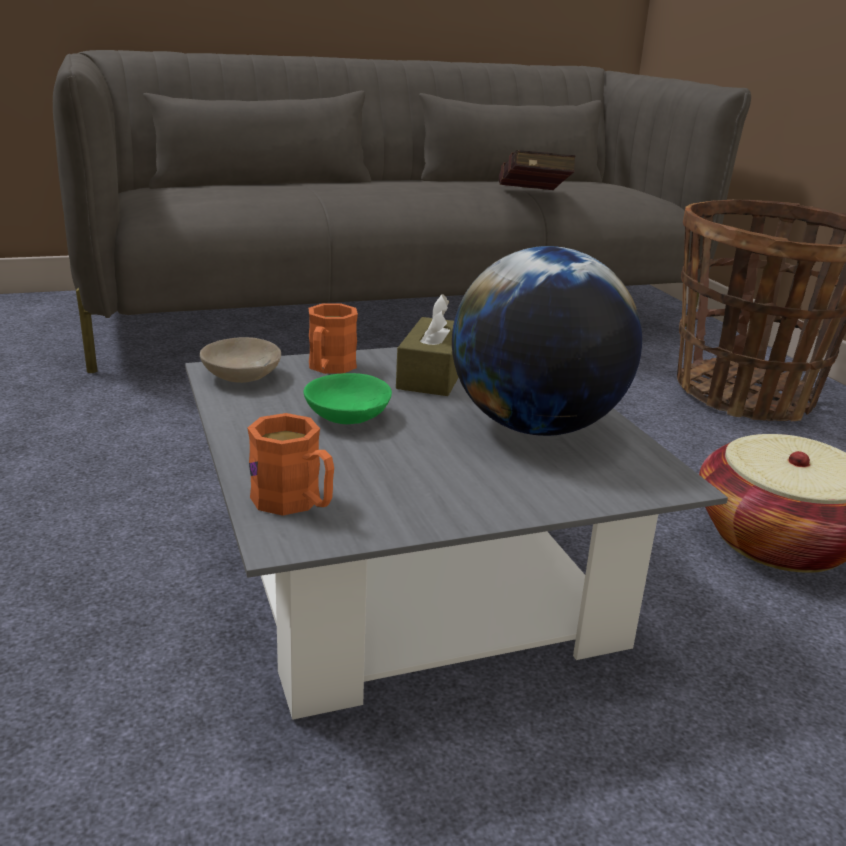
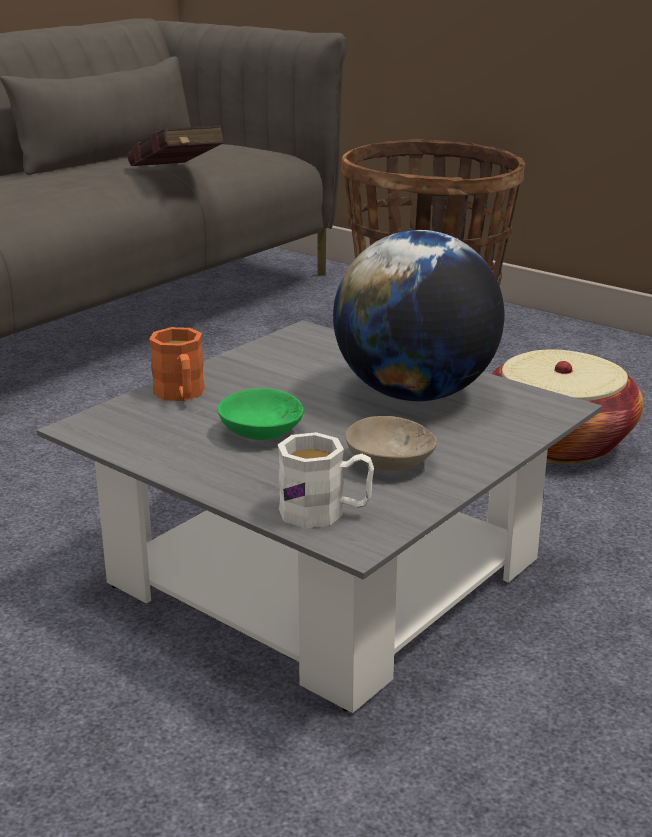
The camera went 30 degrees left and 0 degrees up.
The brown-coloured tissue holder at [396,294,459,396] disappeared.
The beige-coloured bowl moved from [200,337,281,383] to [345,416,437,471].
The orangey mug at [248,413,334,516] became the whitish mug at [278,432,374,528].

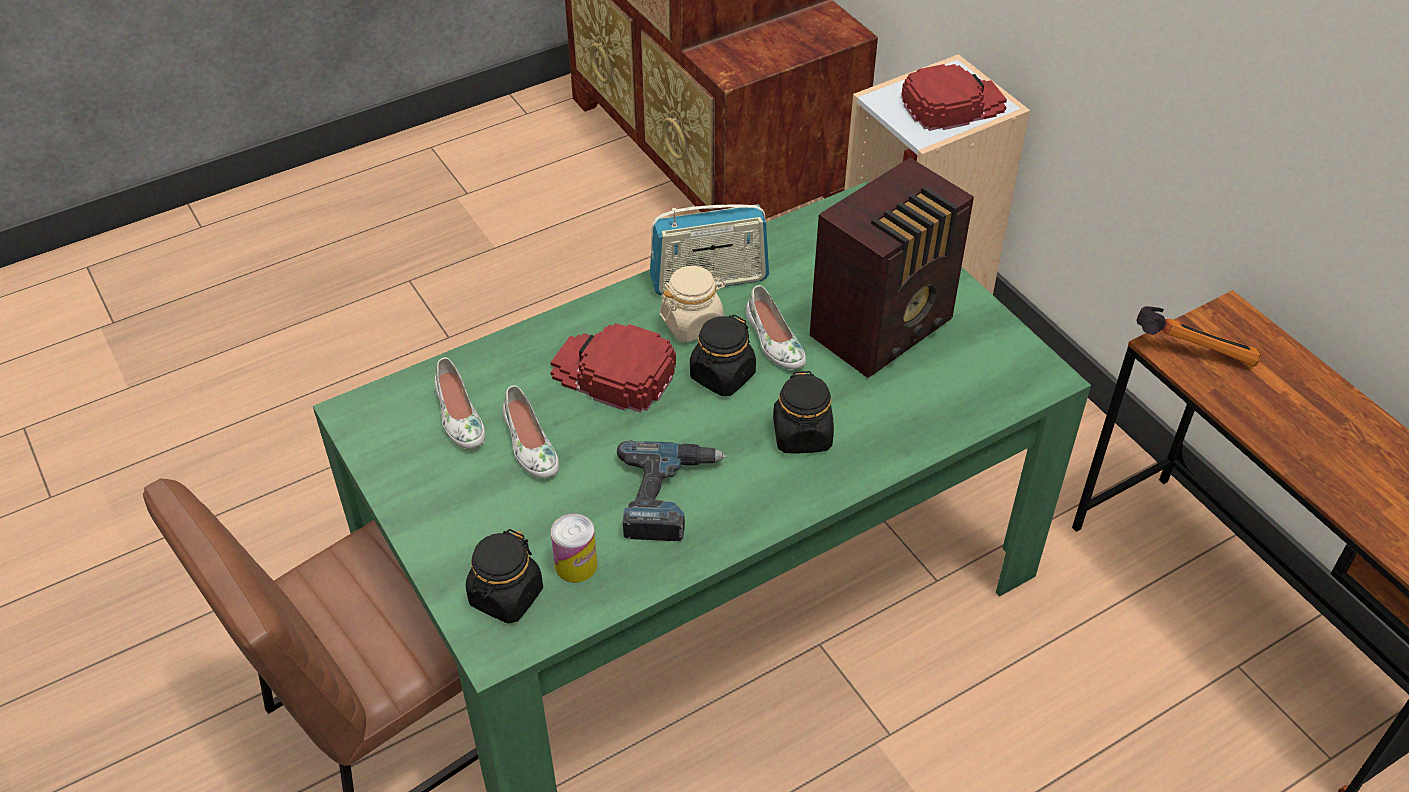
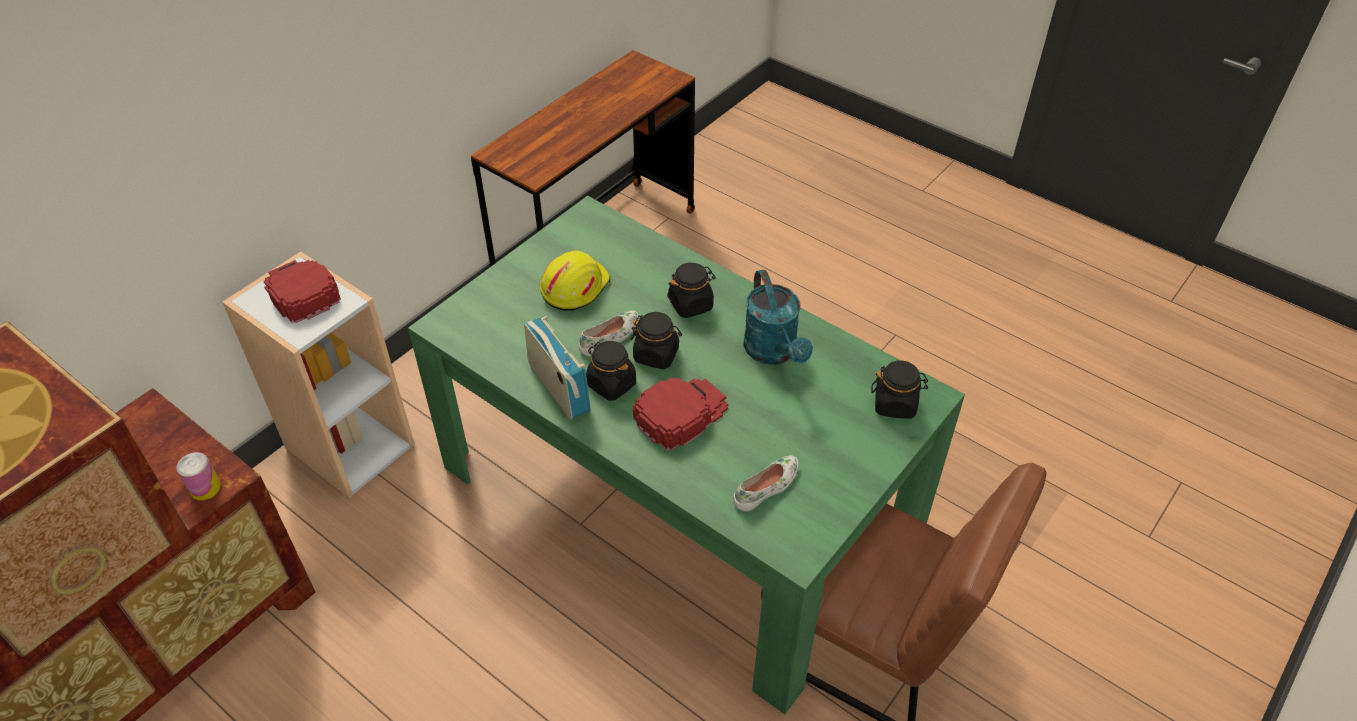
The camera went 110 degrees left and 0 degrees up.
The radio set at [810,158,974,378] was replaced by the yellow safety helmet at [540,251,611,311].
The beige-coloured storage jar at [660,266,726,343] became the blackish storage jar at [586,341,636,401].
The tool hammer at [1136,306,1261,366] disappeared.
The reddish baseball cap at [550,323,676,413] turned 135 degrees counterclockwise.
The whitish item of footwear at [503,385,559,478] disappeared.
The electric drill at [617,440,727,541] was replaced by the turquoise sprinkling can at [743,270,813,365].
The can moved from [551,513,598,583] to [176,452,221,501].

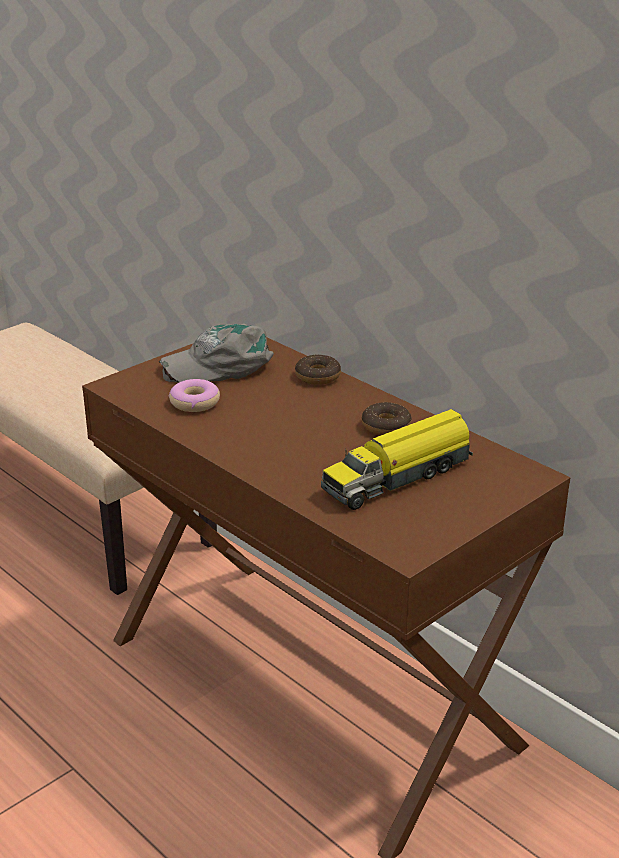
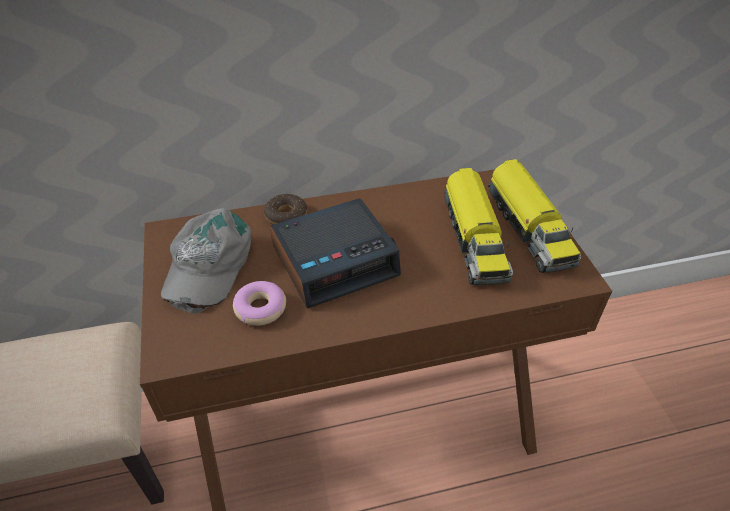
The camera went 60 degrees left and 15 degrees up.
The donut at [362,402,412,435] disappeared.
The model truck at [488,159,581,273] appeared.
The table clock at [270,198,401,308] appeared.

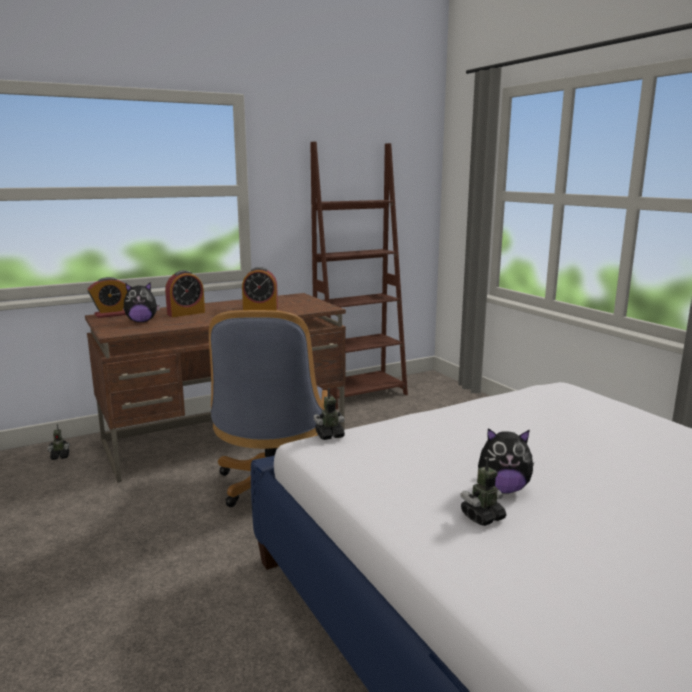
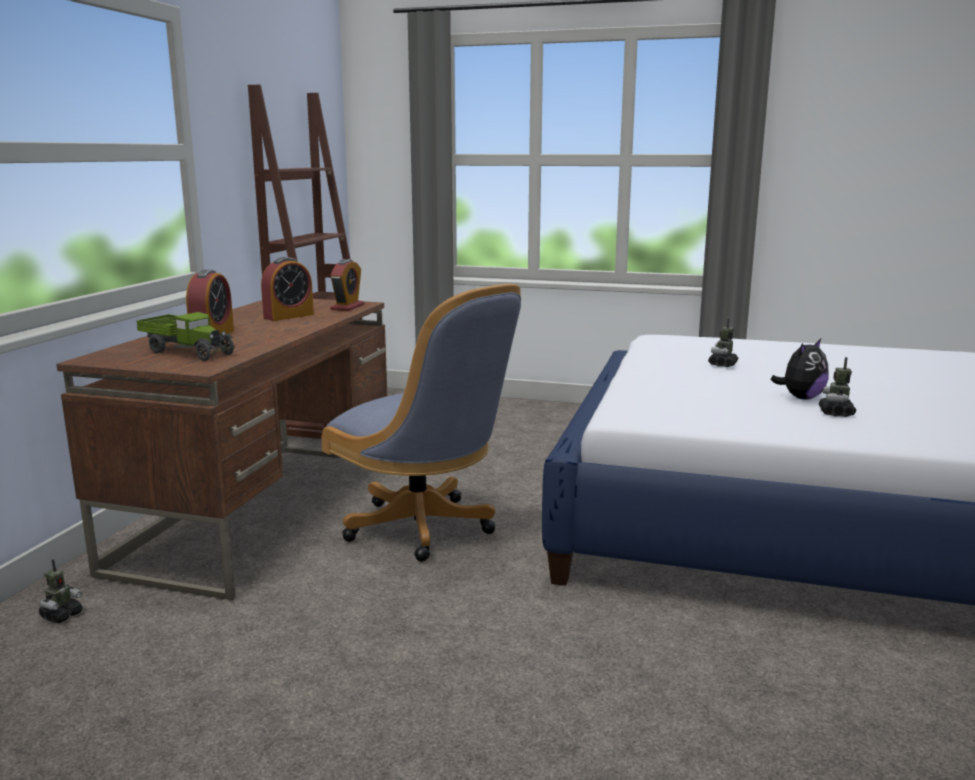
The camera went 45 degrees left and 0 degrees up.
The table clock moved from [88,277,127,318] to [330,259,364,311].
The plush toy at [124,283,160,322] was replaced by the model truck at [137,312,235,361].
The model robot moved from [313,388,345,440] to [708,318,738,367].

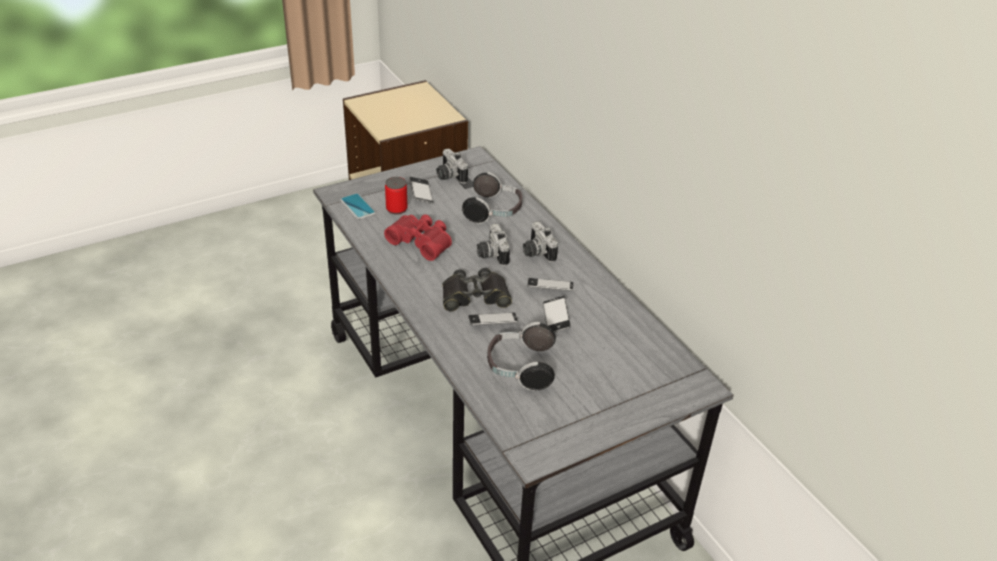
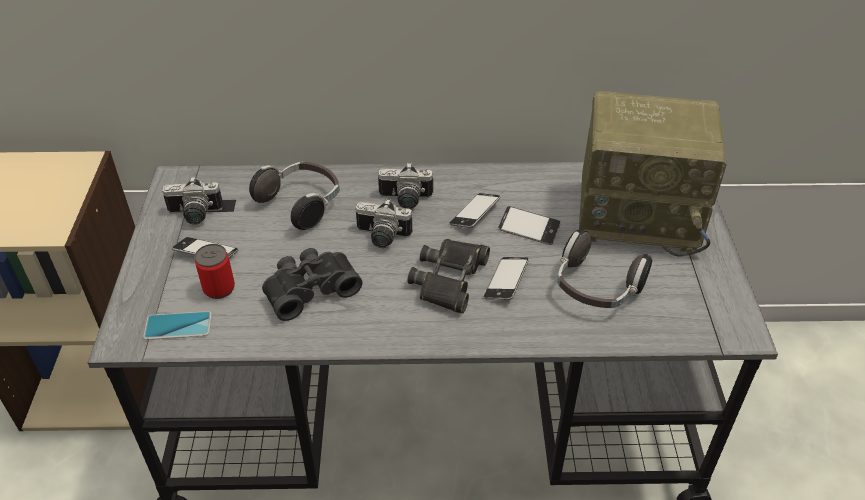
The camera went 60 degrees left and 5 degrees up.
The reddish field glasses at [384,214,452,261] became the blackish field glasses at [262,248,363,321].
The radio set at [579,91,727,257] appeared.

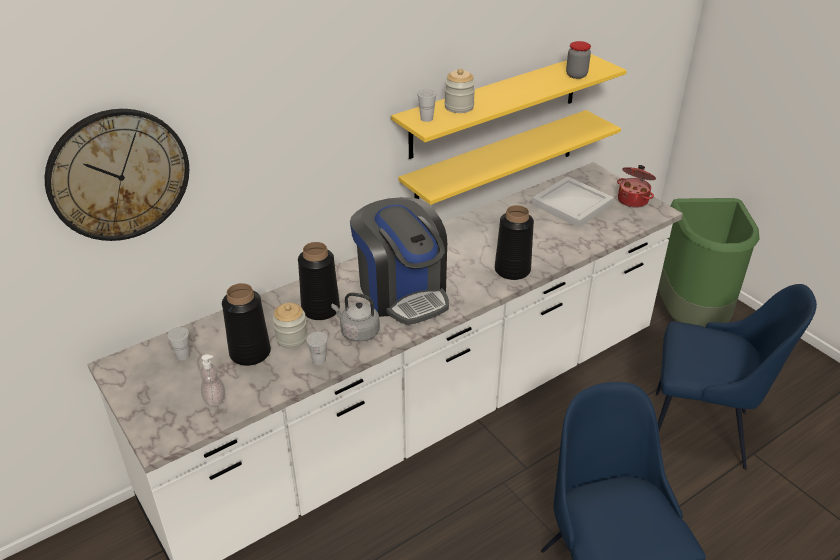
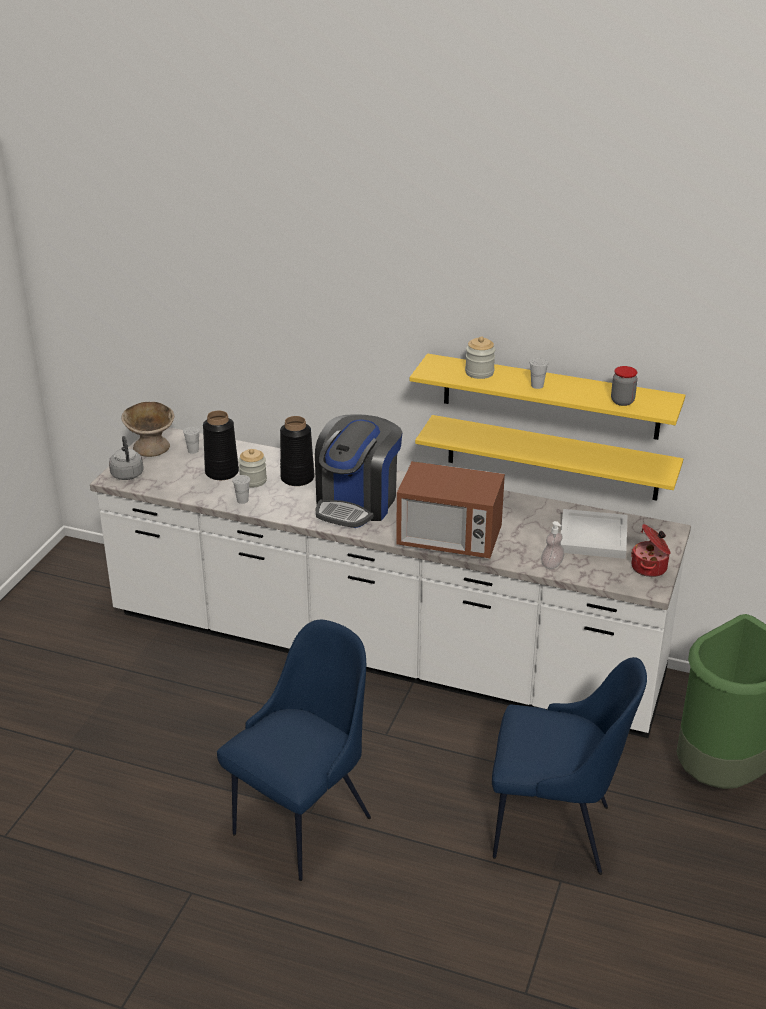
The camera went 55 degrees right and 5 degrees down.
The whitish drinking cup moved from [417,89,437,122] to [529,358,549,389].
The hanging clock at [45,109,189,241] disappeared.
The blackish decorative vase at [495,205,534,280] was replaced by the kitchen microwave at [396,461,505,558].
The blue-coloured chair at [656,284,817,470] turned 60 degrees counterclockwise.
The greyish kettle moved from [331,292,380,342] to [109,436,144,480].
The liquid soap bottle moved from [201,354,225,407] to [541,521,564,569].
The beige-coloured bowl at [121,402,174,457] appeared.

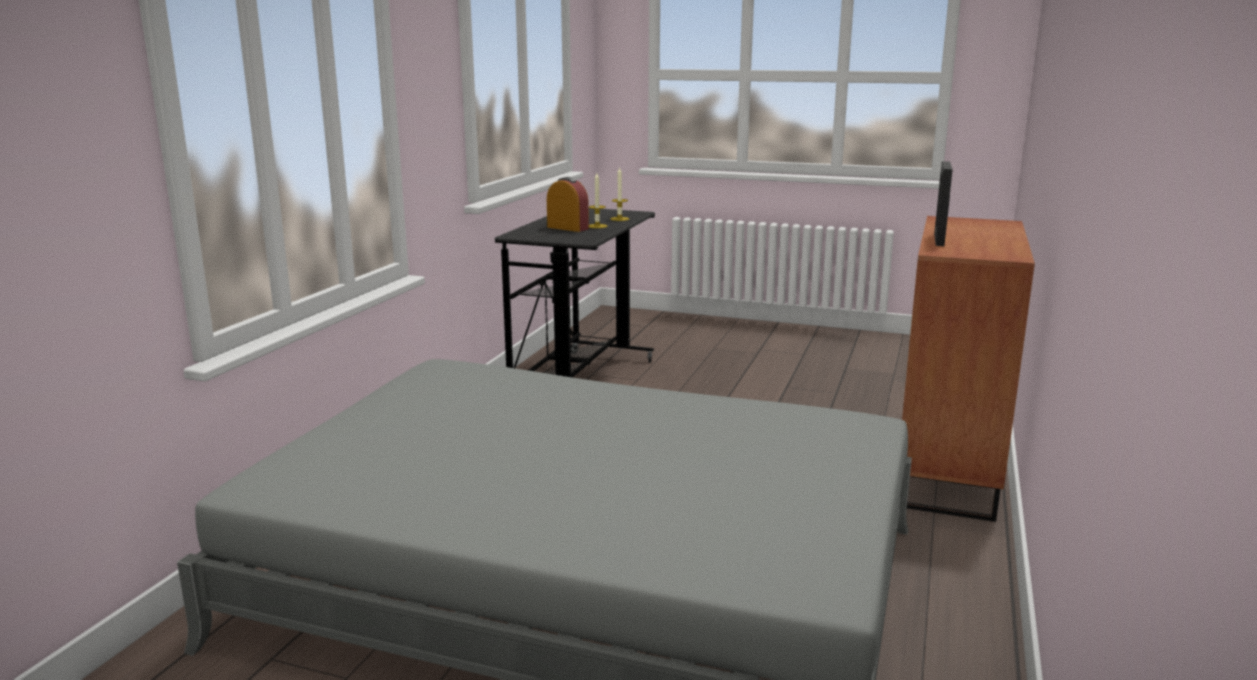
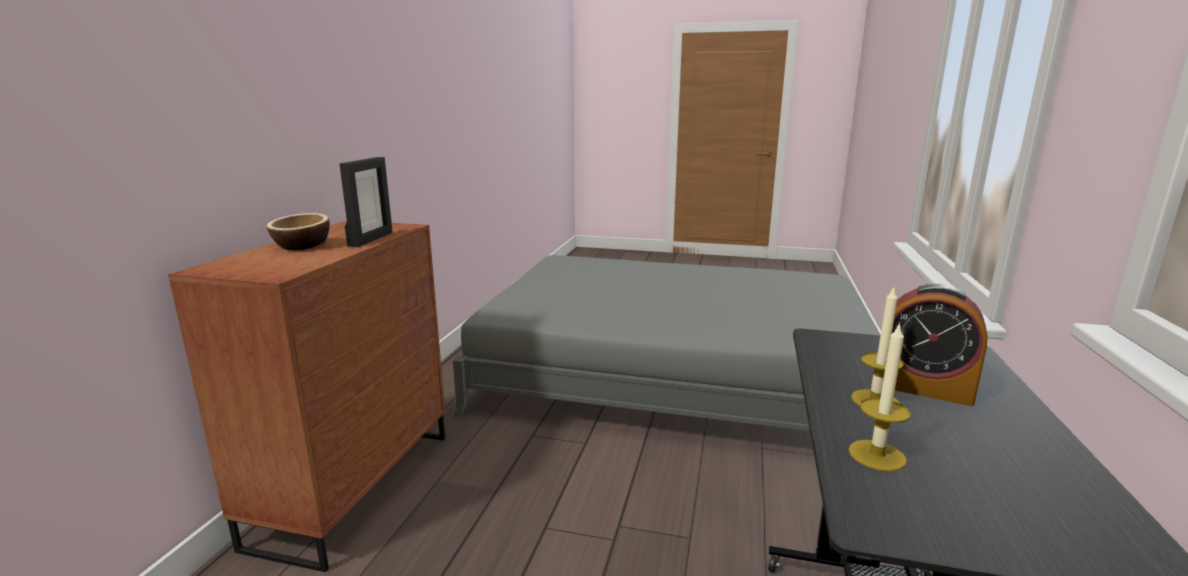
The camera went 175 degrees right and 0 degrees up.
The bowl at [266,213,330,250] appeared.

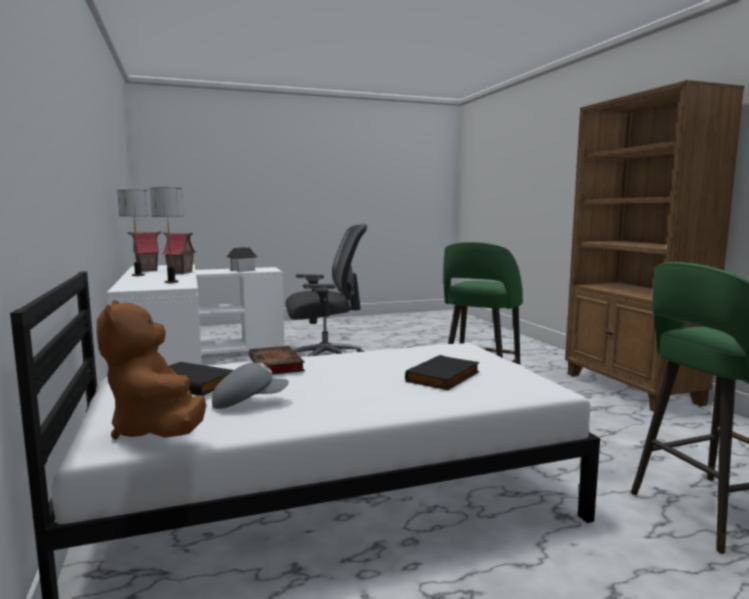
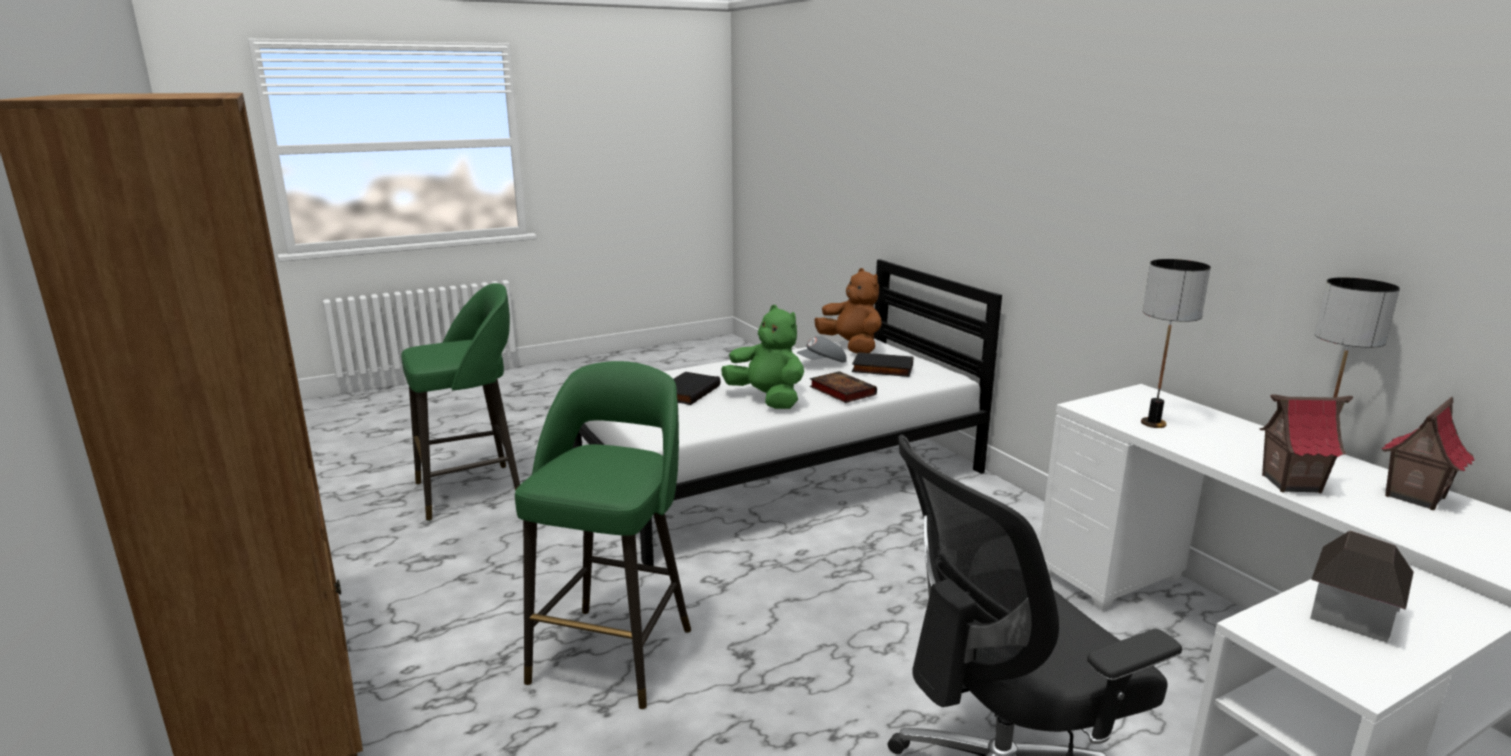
The camera went 170 degrees right and 10 degrees up.
The green plush toy at [721,305,804,409] appeared.

